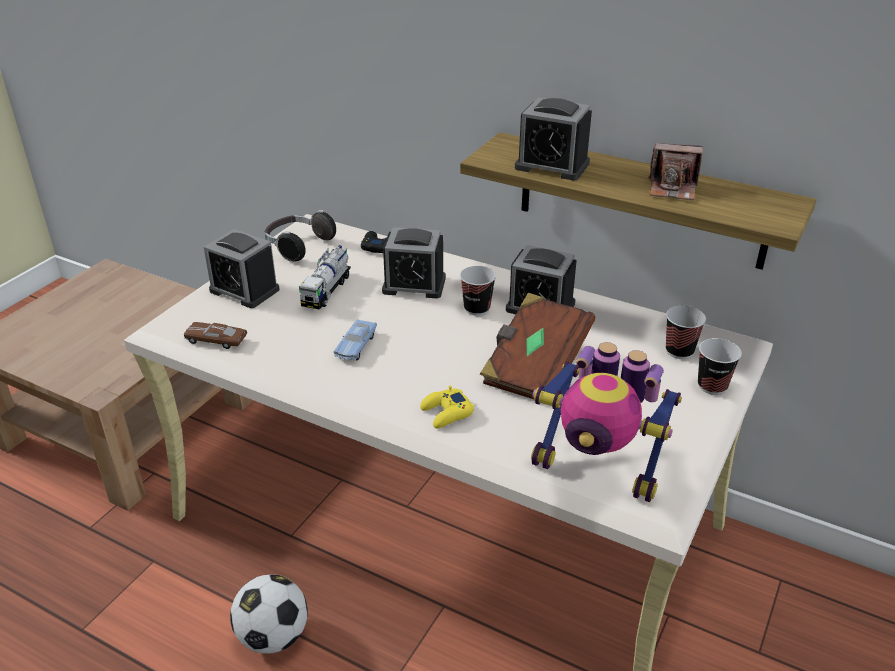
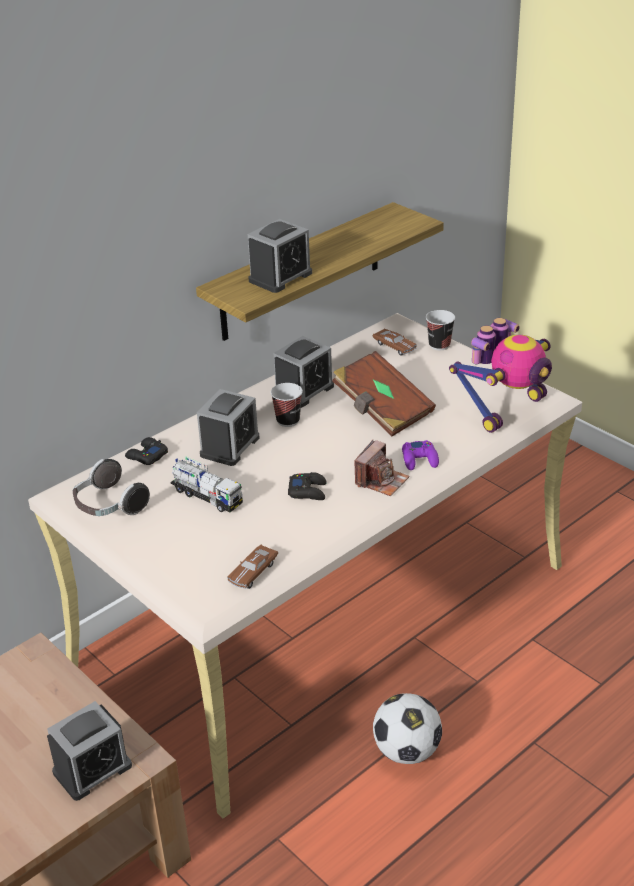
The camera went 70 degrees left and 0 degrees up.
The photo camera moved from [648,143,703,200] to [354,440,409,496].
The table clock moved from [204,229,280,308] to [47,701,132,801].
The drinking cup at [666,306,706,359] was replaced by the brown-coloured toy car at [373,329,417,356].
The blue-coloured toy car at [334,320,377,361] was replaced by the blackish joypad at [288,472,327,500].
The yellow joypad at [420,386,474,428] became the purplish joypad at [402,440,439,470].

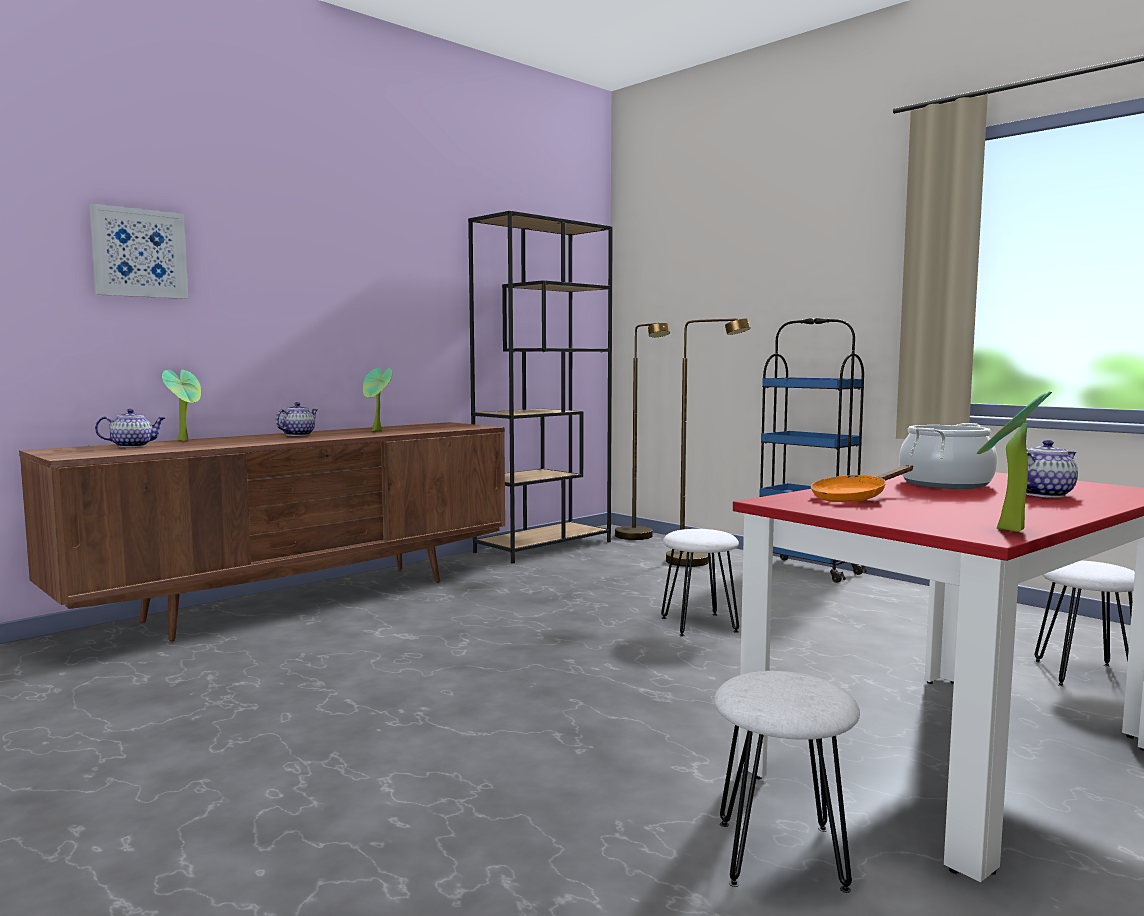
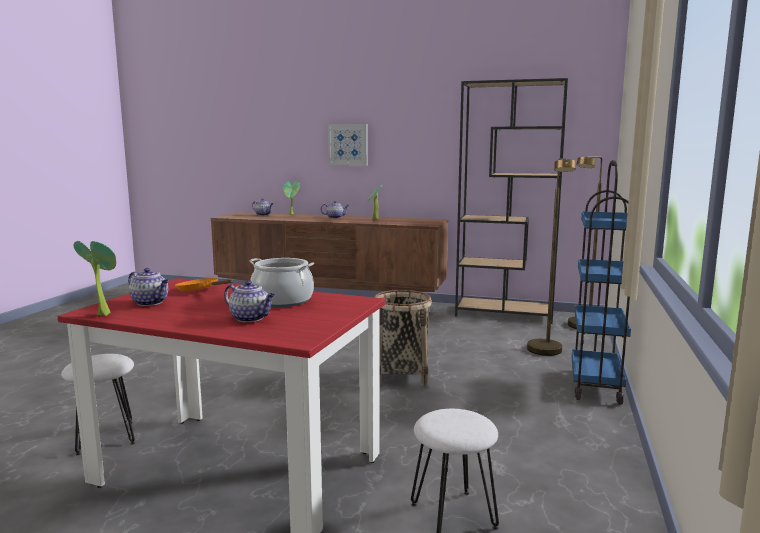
The camera went 60 degrees right and 5 degrees up.
The wall art moved from [89,203,188,299] to [328,124,368,166].
The whitish stool at [661,529,739,636] was replaced by the storage basket at [374,290,432,387].
The tea pot at [128,268,169,306] appeared.

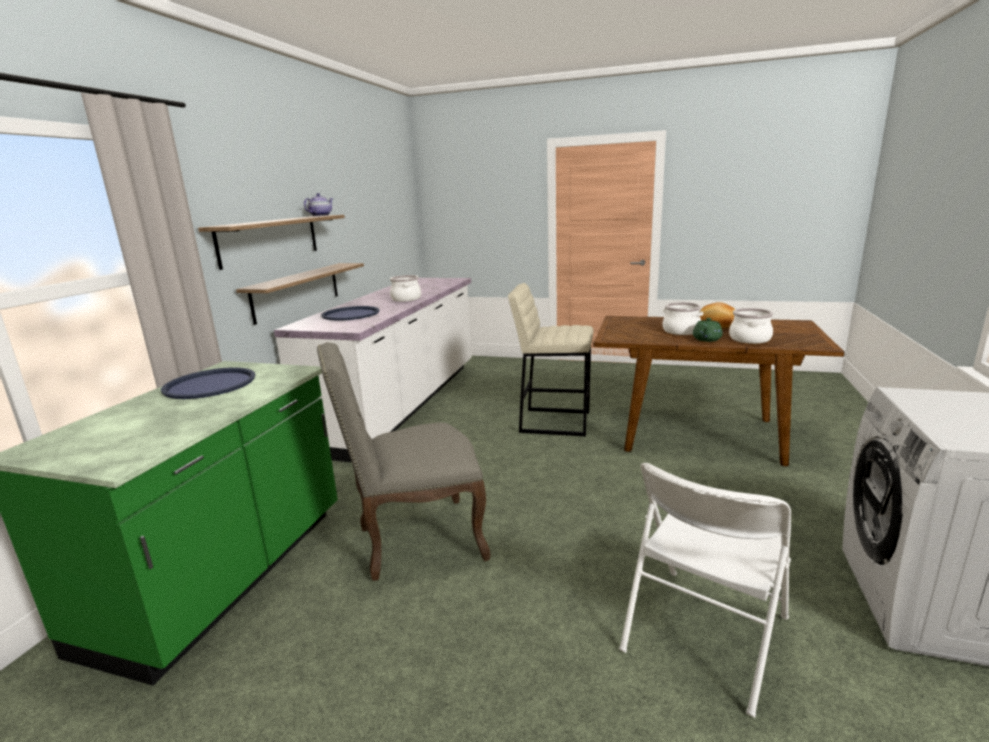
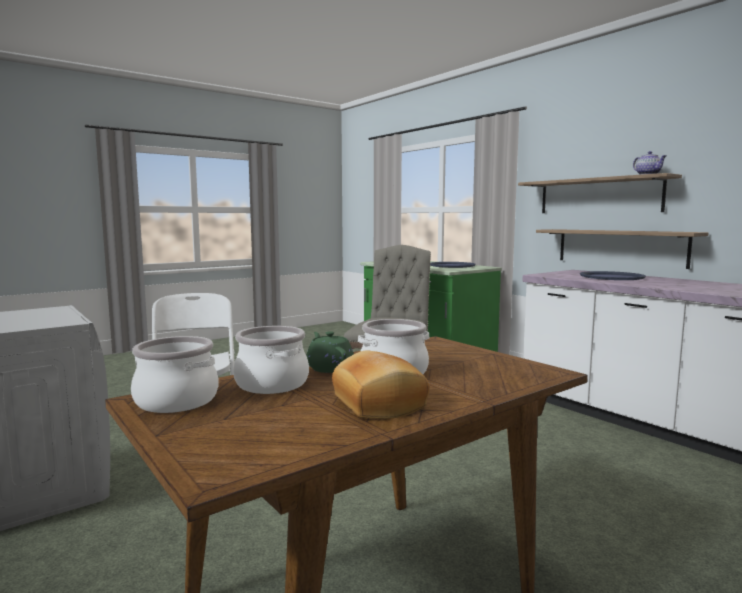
The camera went 125 degrees right and 10 degrees down.
The stockpot moved from [390,275,421,302] to [131,336,219,413].
The beige-coloured stool at [508,283,593,436] disappeared.

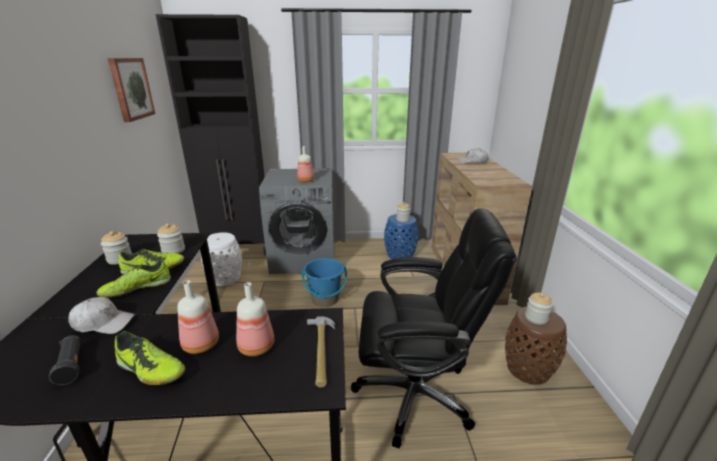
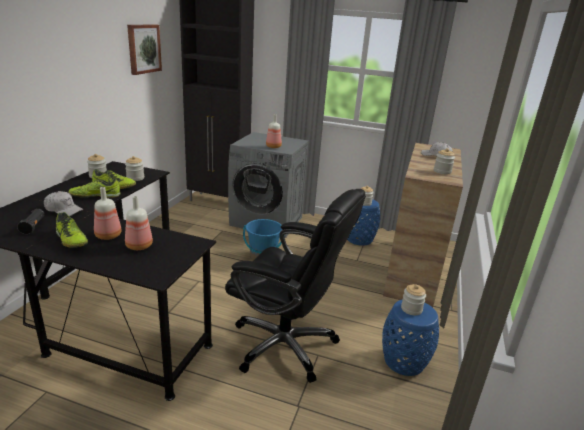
The camera went 20 degrees right and 0 degrees up.
The whitish stool at [201,232,242,286] disappeared.
The brown-coloured stool at [505,307,567,385] became the blue-coloured stool at [382,299,439,376].
The tool hammer at [307,316,335,387] disappeared.
The storage jar at [434,148,455,174] appeared.

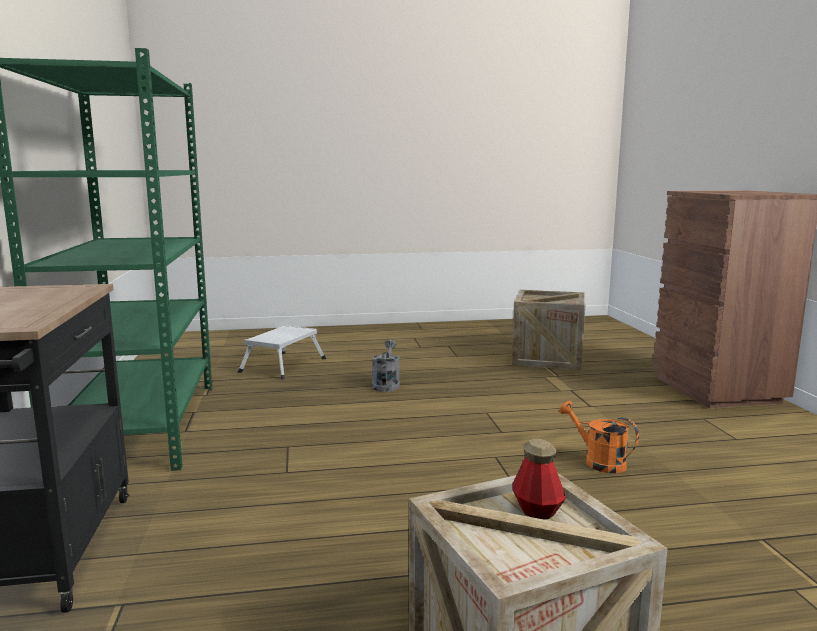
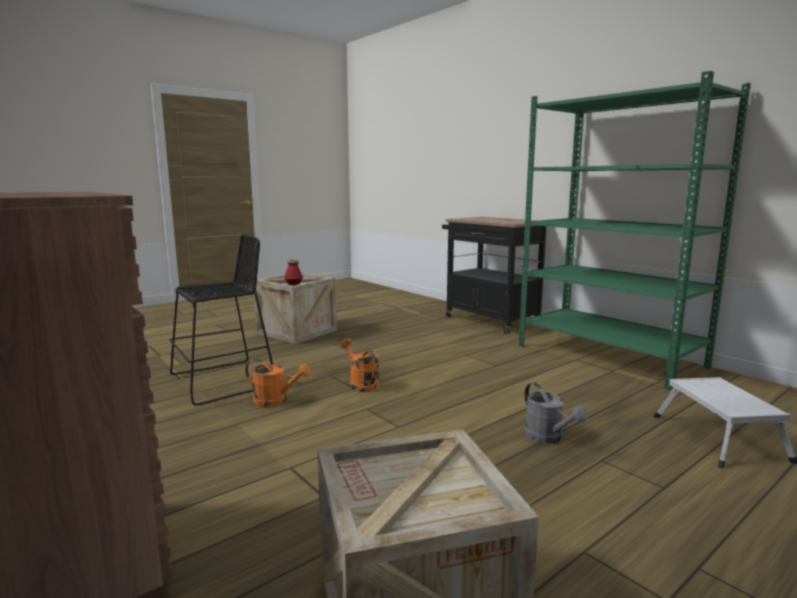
The camera went 150 degrees right and 0 degrees up.
The blackish stool at [170,234,273,406] appeared.
The orangey sprinkling can at [341,338,379,392] appeared.

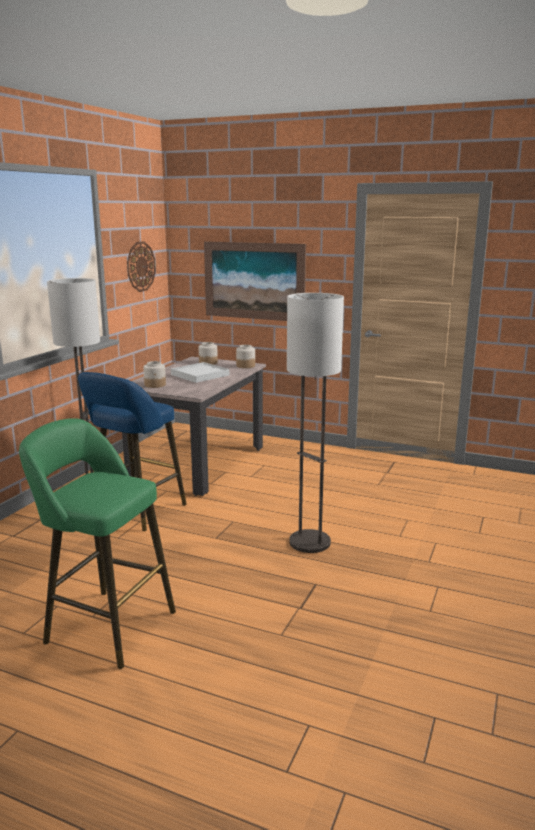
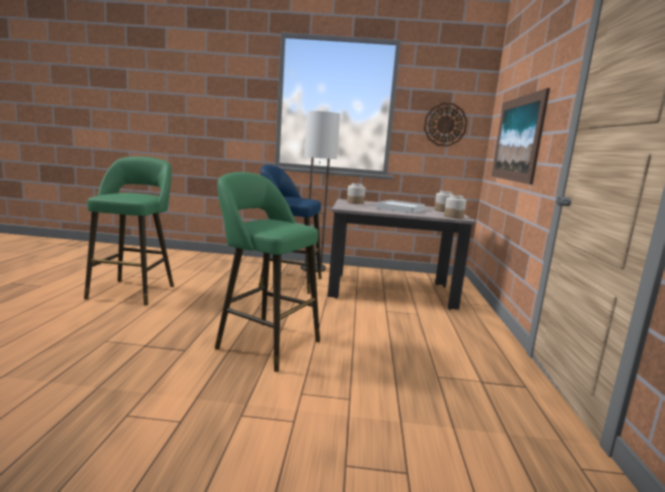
The camera went 70 degrees right and 5 degrees down.
The standard lamp at [287,293,344,553] was replaced by the green stool at [215,172,320,372].

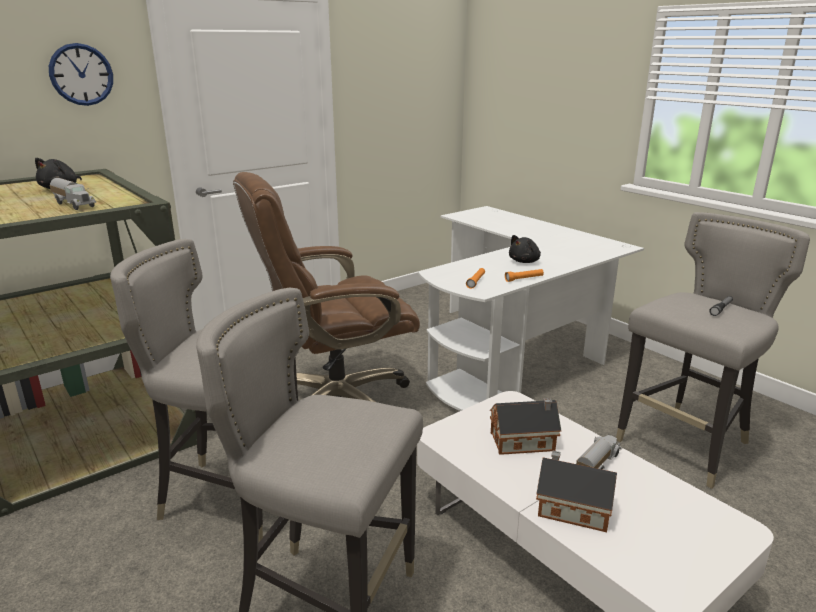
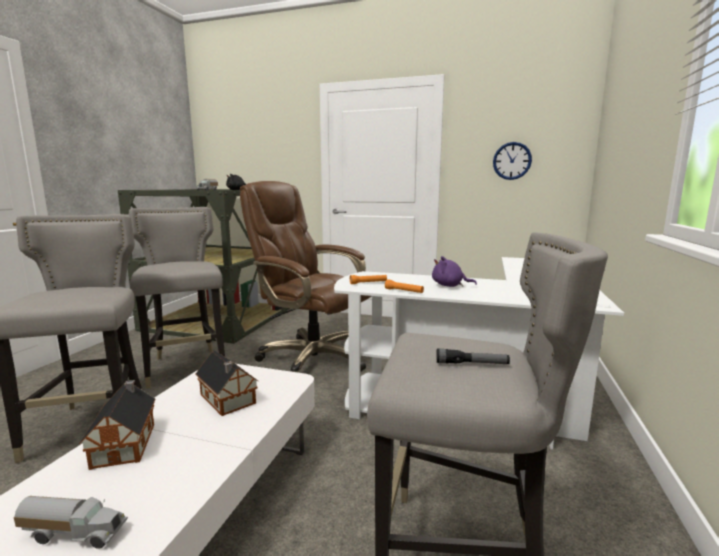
The camera went 55 degrees right and 10 degrees down.
The hanging clock moved from [49,43,113,106] to [493,142,532,180].
The blackish plush toy at [509,235,541,263] became the purplish plush toy at [432,256,477,287].
The model truck moved from [576,435,622,470] to [14,496,128,549].

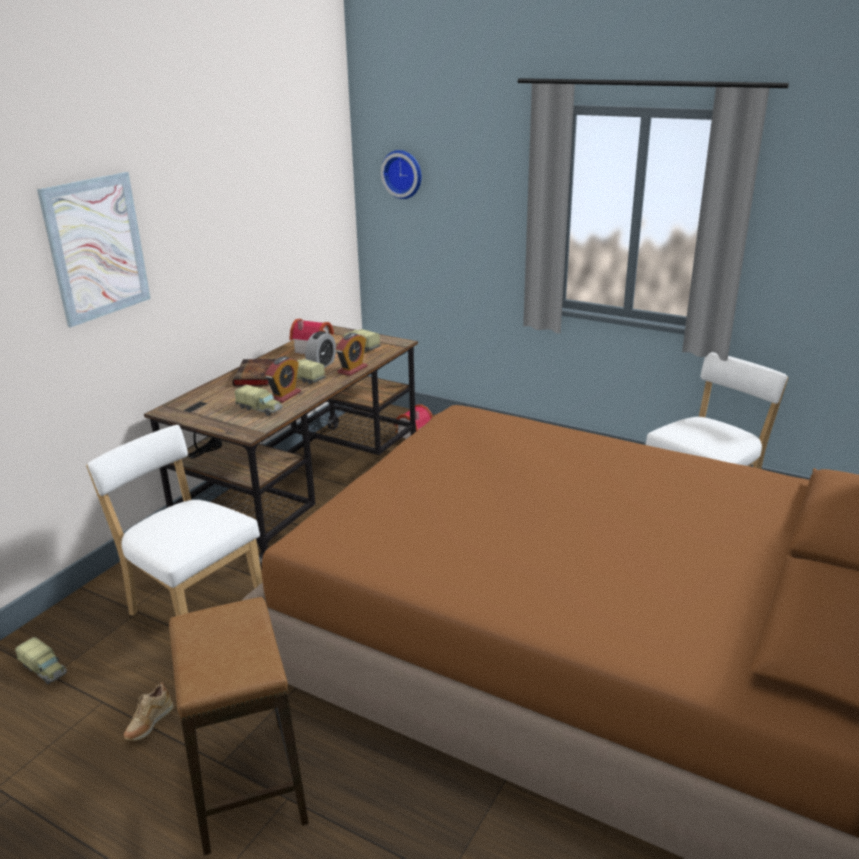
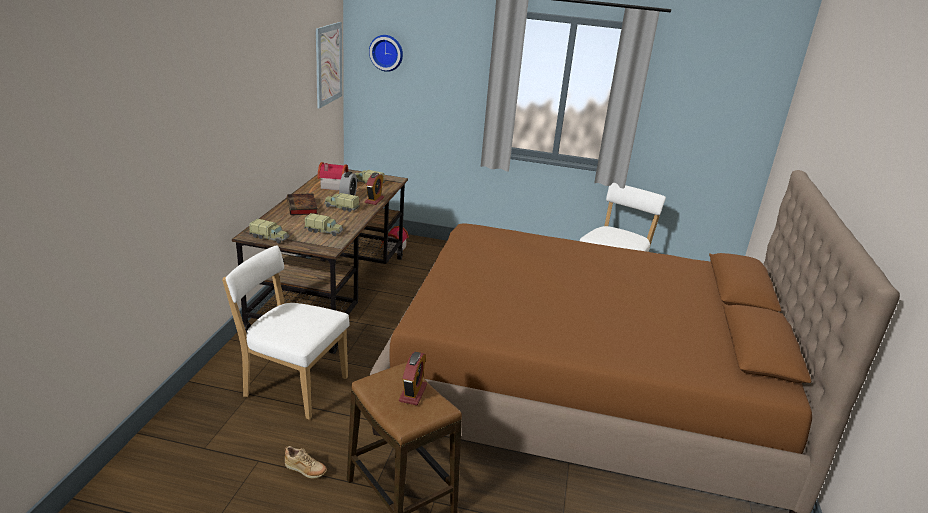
The camera went 20 degrees left and 0 degrees up.
The wall art moved from [37,172,151,327] to [316,22,342,108].
The table clock moved from [265,356,301,403] to [399,352,427,405].
The model truck moved from [15,637,67,684] to [249,218,289,244].
The beige-coloured item of footwear at [124,682,174,741] turned 75 degrees counterclockwise.

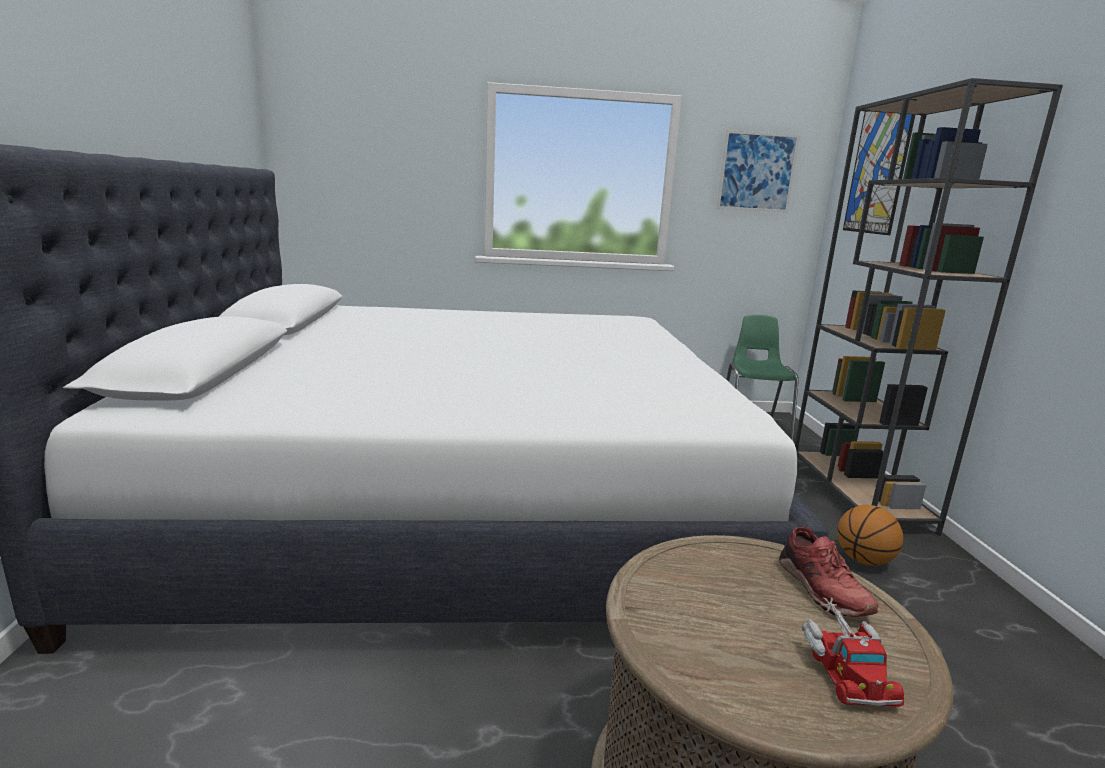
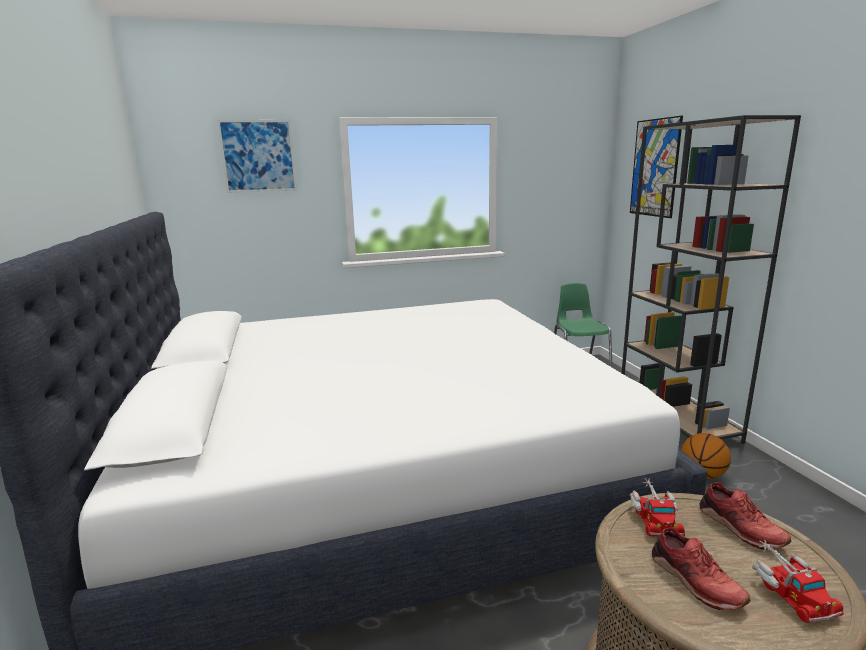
The camera went 10 degrees left and 0 degrees up.
The wall art moved from [717,130,800,212] to [217,120,297,193].
The model truck at [630,478,685,536] appeared.
The reddish item of footwear at [652,527,750,610] appeared.

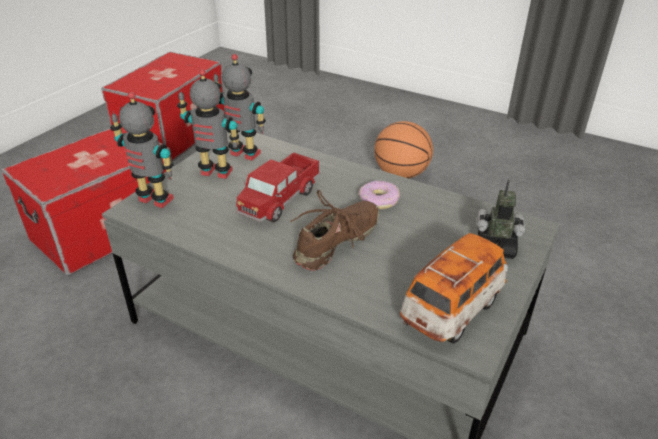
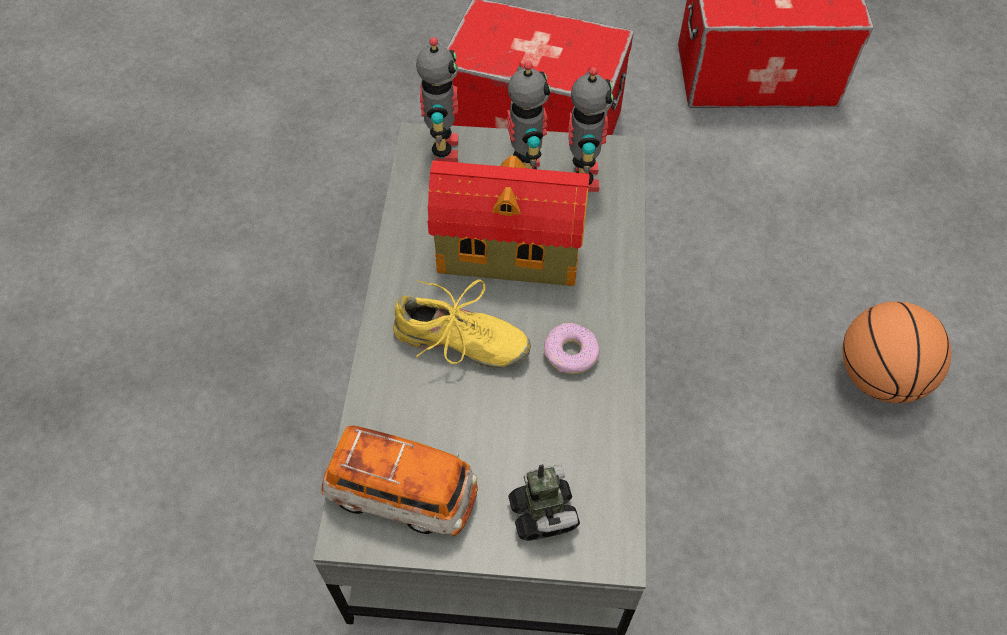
The camera went 65 degrees right and 20 degrees up.
The model truck at [236,152,321,222] was replaced by the miniature house at [427,156,590,286].
The brown-coloured item of footwear at [291,190,380,271] became the yellow item of footwear at [393,279,531,368].

